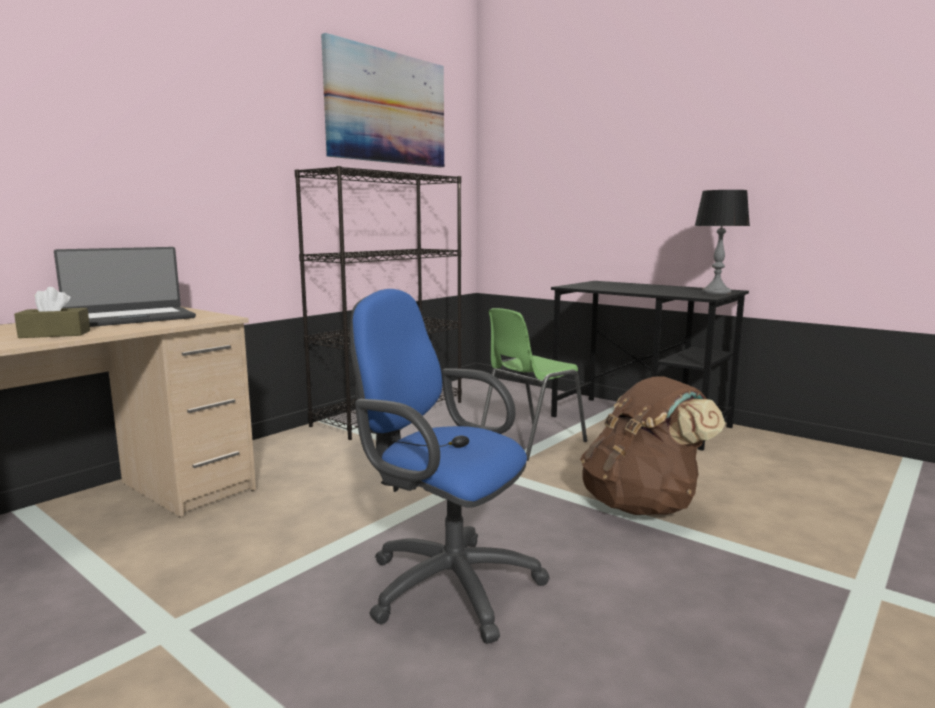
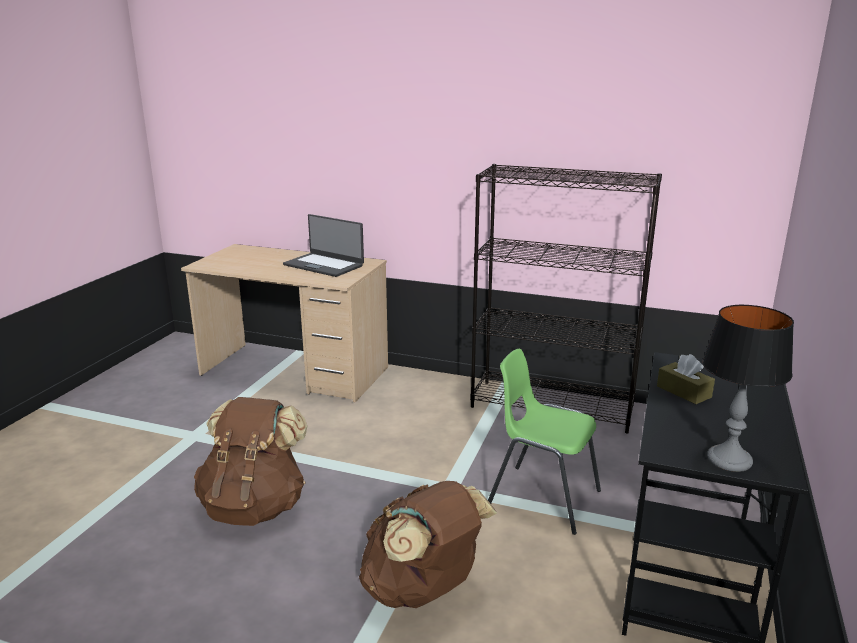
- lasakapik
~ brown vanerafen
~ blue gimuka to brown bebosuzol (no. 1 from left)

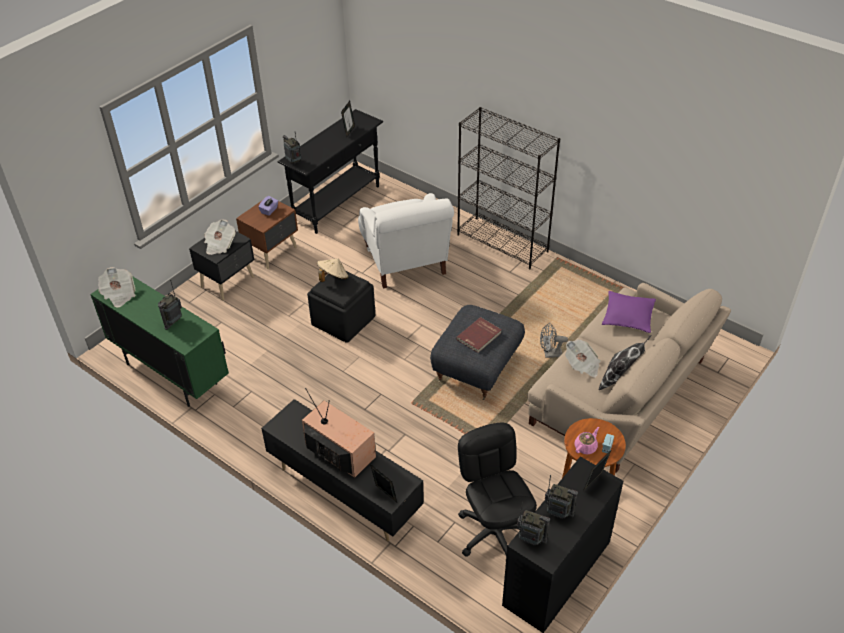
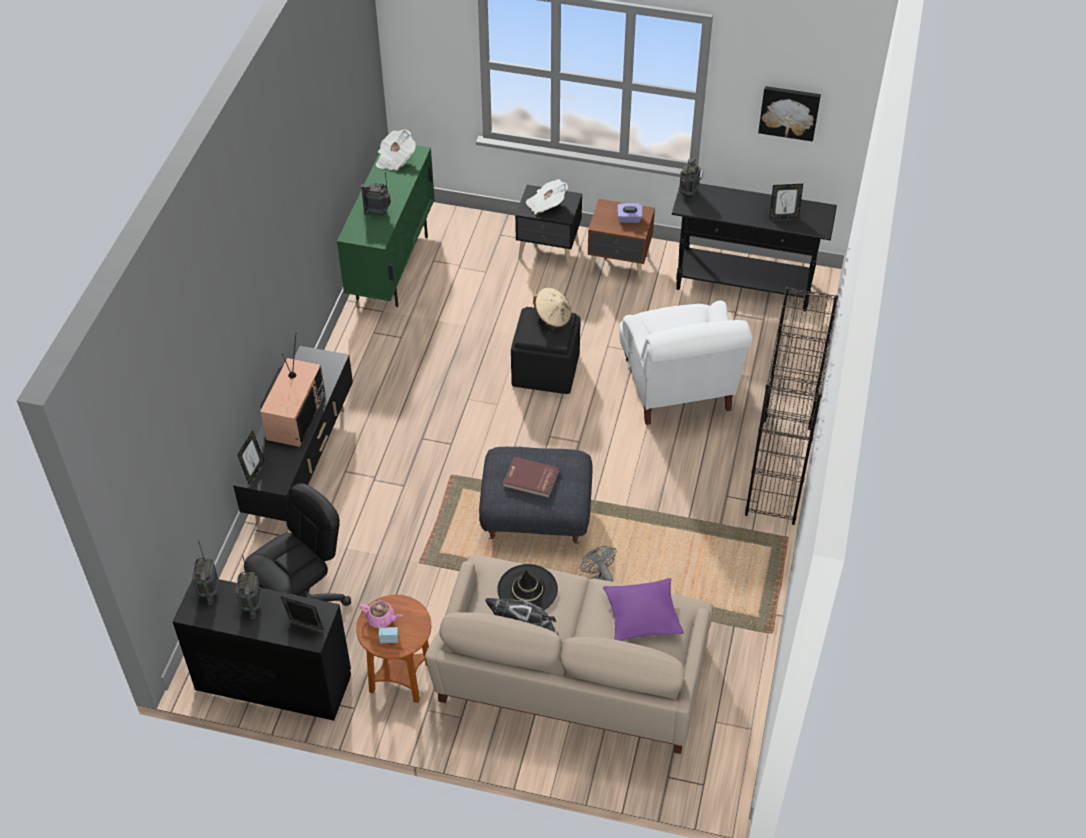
+ lasakapik
~ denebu (no. 3 from left) to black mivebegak
~ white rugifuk 60 degrees counterclockwise

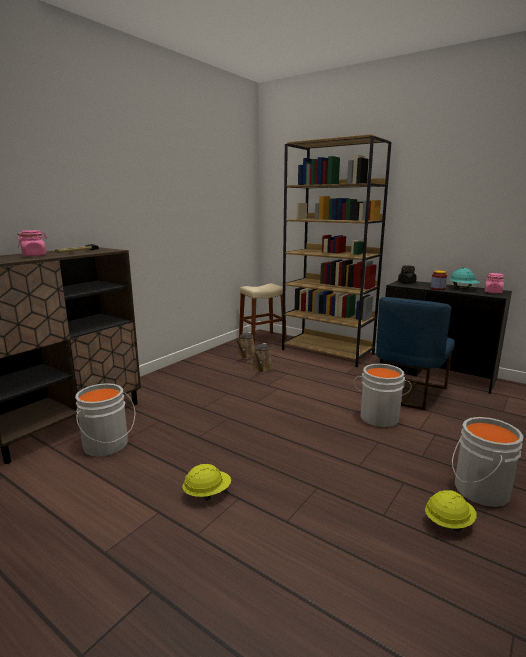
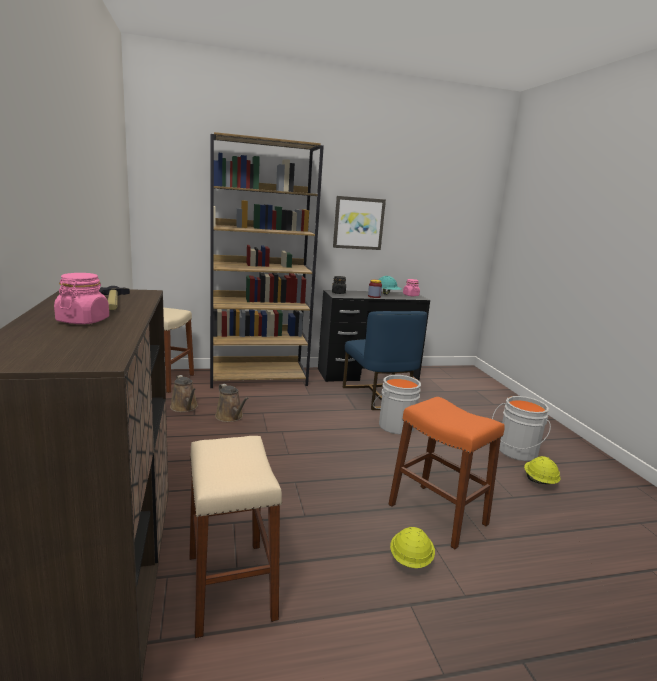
+ lasakapik
+ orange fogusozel
~ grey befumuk (no. 1 from left) to beige fogusozel (no. 2 from left)

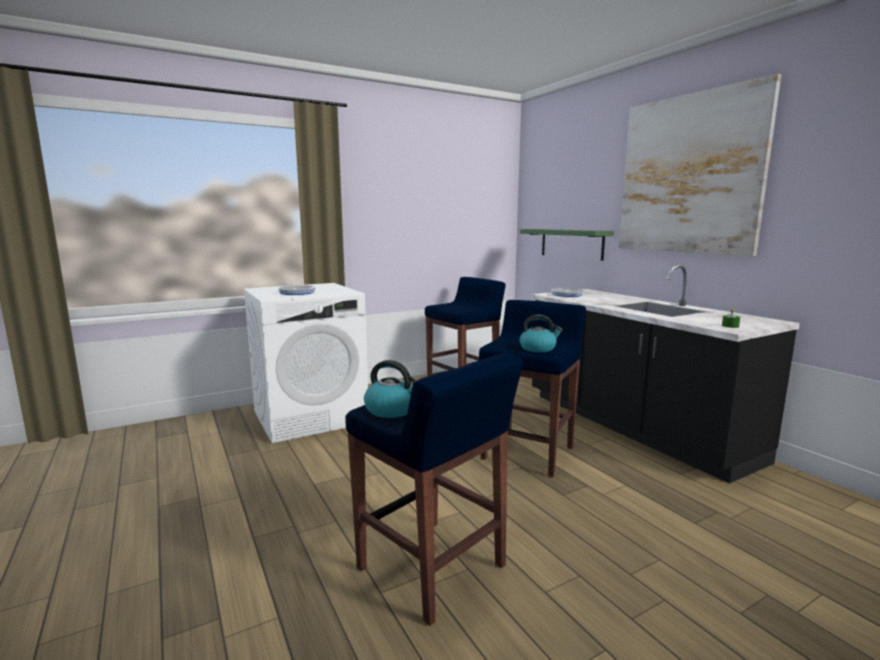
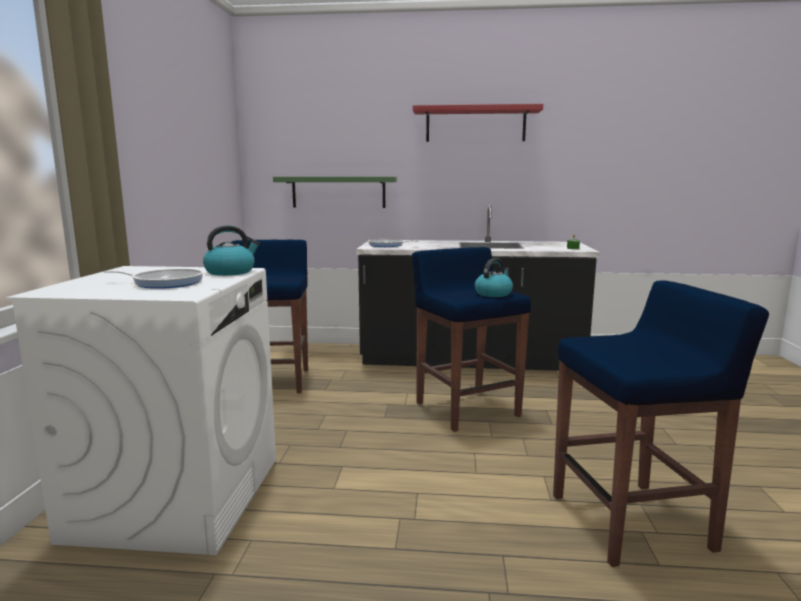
~ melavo (no. 1 from left)
~ lasakapik to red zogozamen

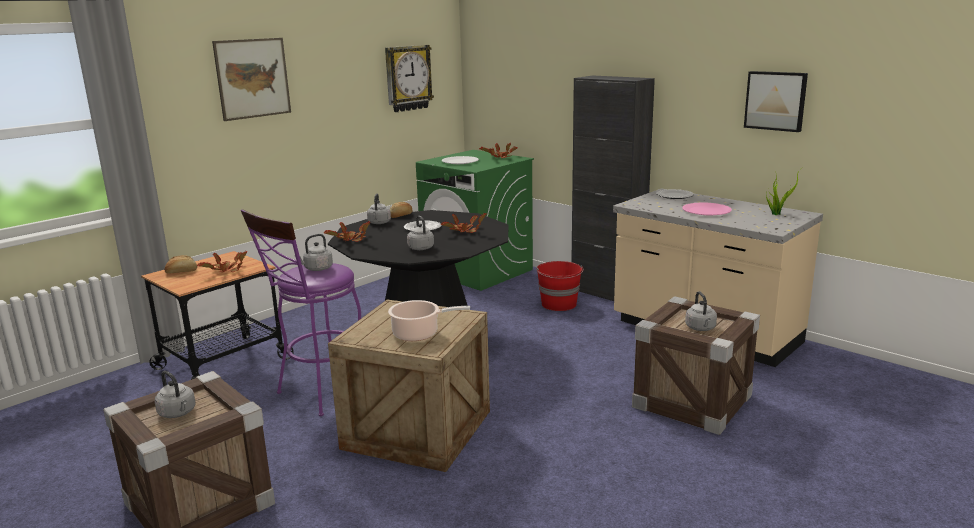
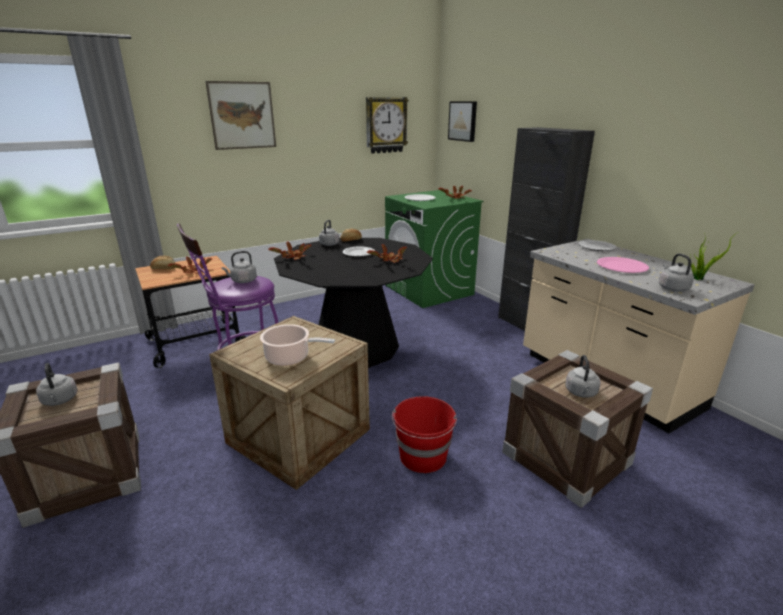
~ grey melavo (no. 4 from left in the first image) to grey melavo (no. 5 from left)
~ red befumuk
~ lasakapik (no. 2 from left)

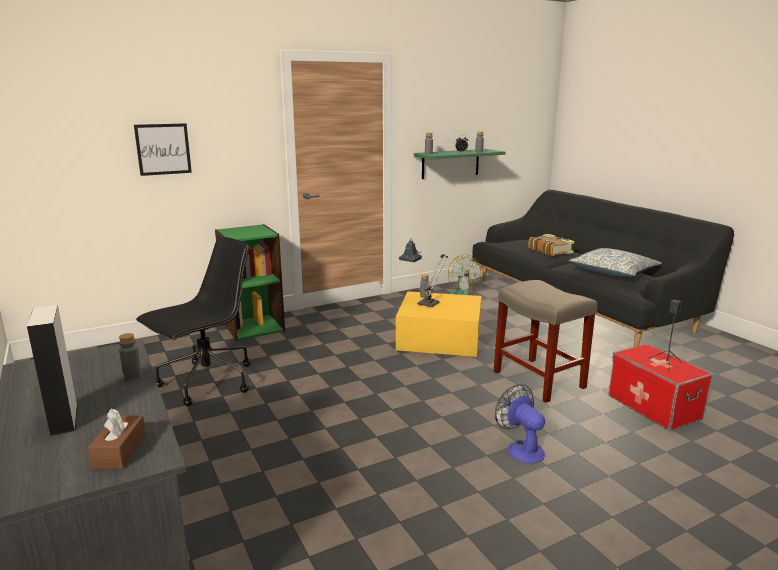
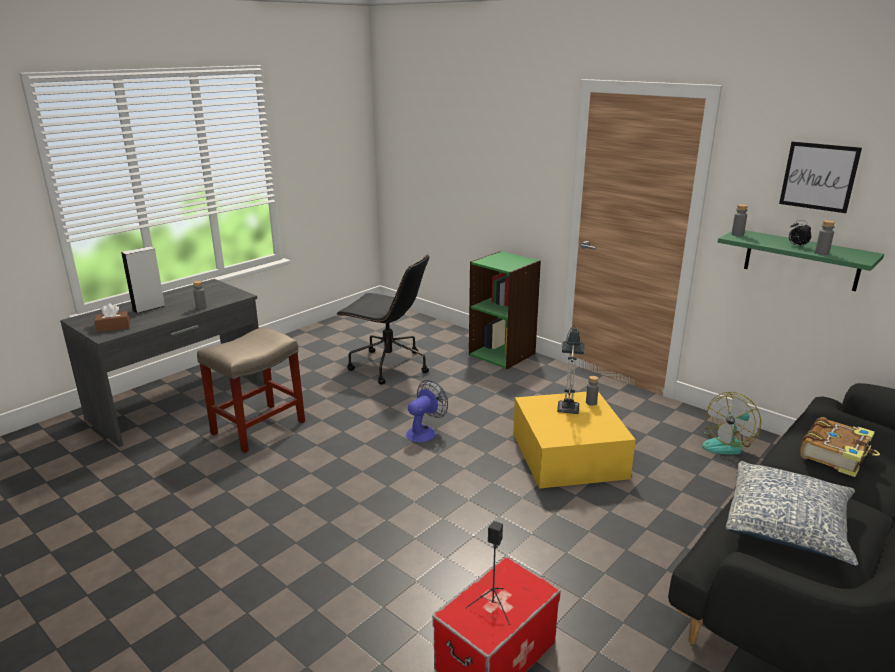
~ lasakapik
~ beige fogusozel
~ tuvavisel (no. 2 from left in the first image) to tuvavisel (no. 1 from left)

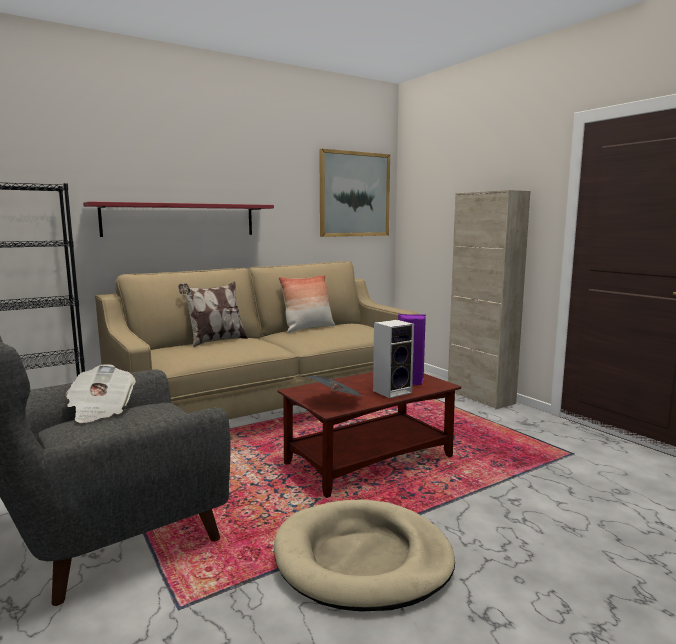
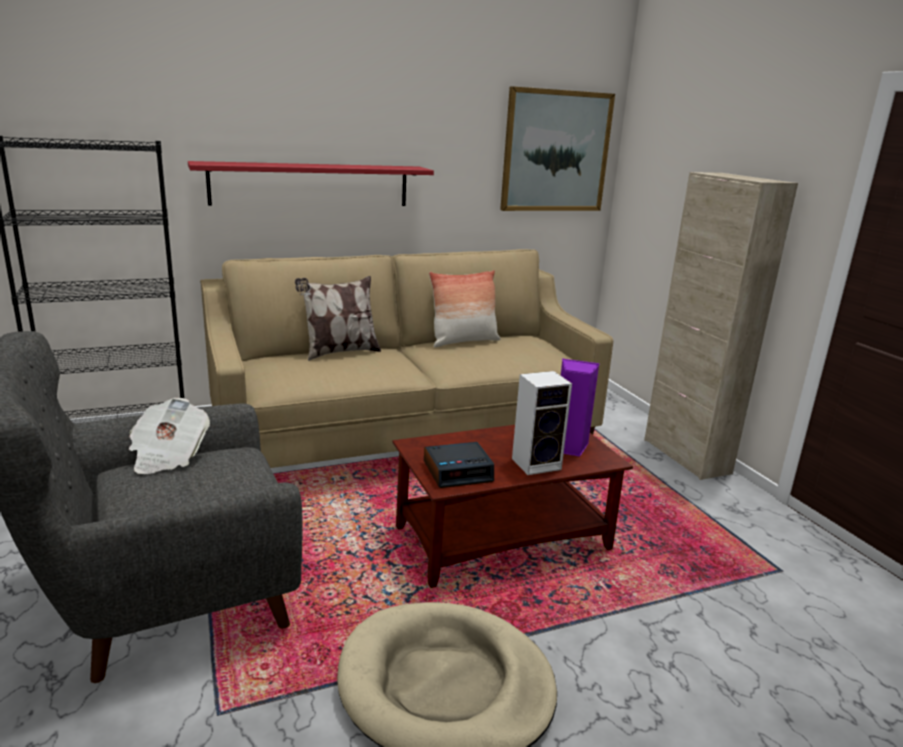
~ denebu (no. 2 from left) to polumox

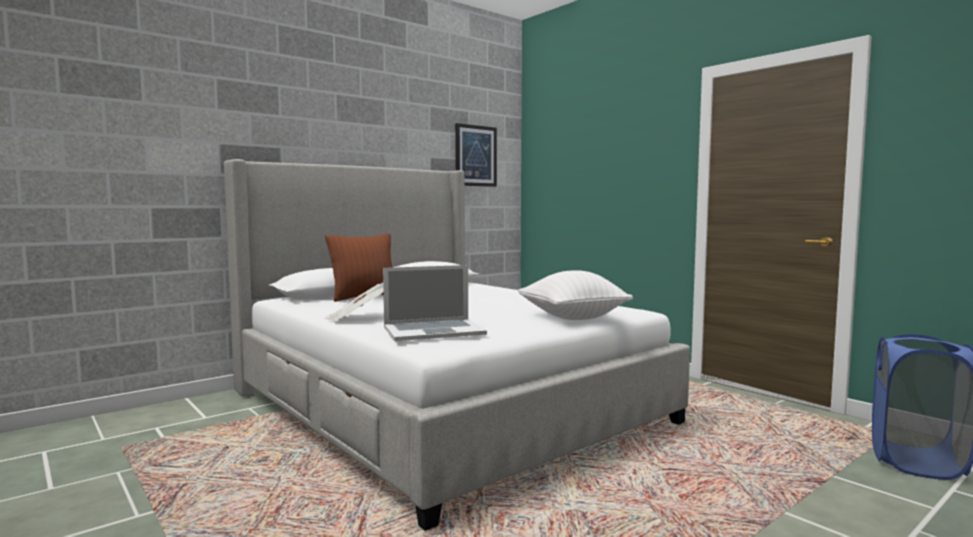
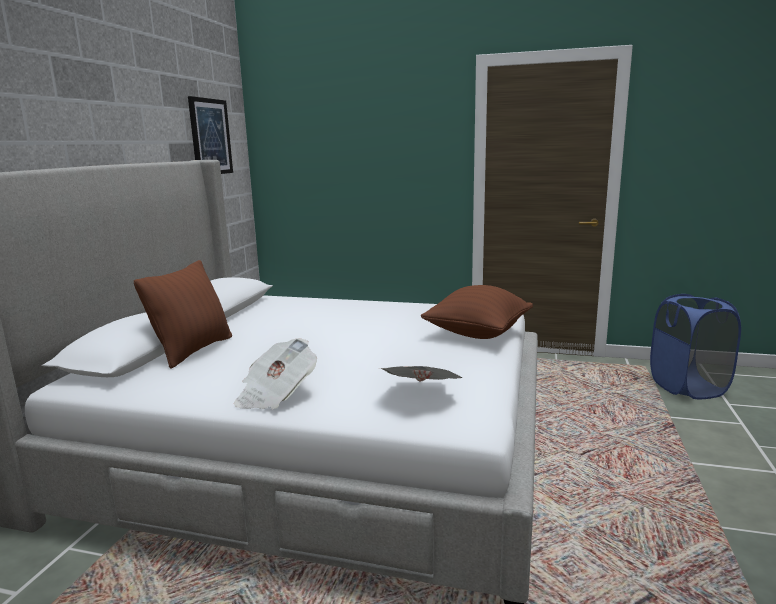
~ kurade to denebu (no. 2 from left)
~ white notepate to brown notepate (no. 2 from left)

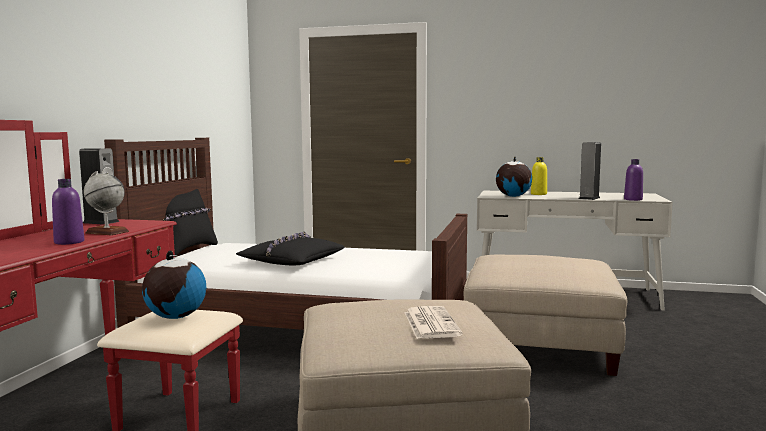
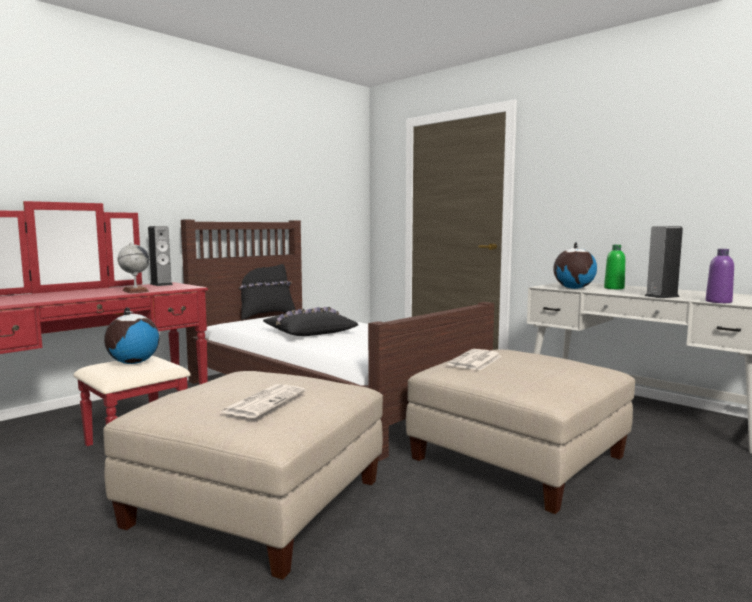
- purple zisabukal (no. 1 from left)
+ denebu (no. 2 from left)
~ yellow zisabukal to green zisabukal

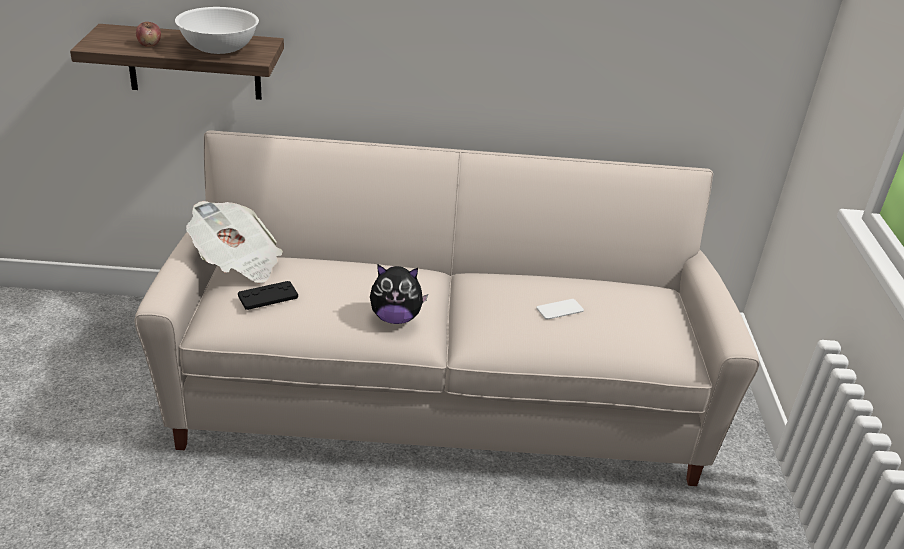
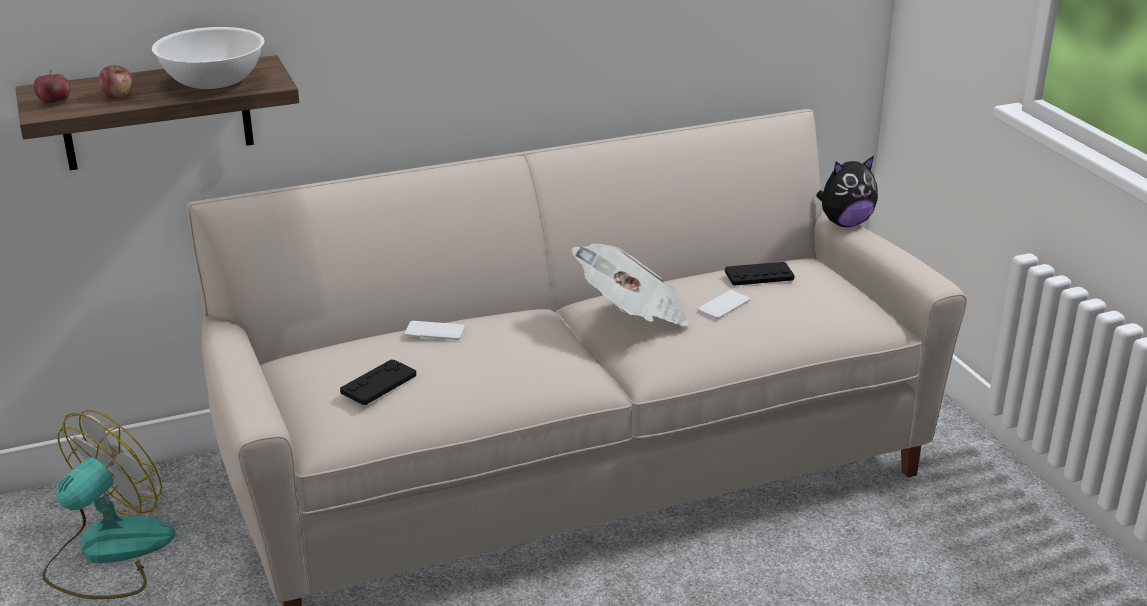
+ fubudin (no. 1 from left)
+ tuvavisel
+ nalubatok (no. 1 from left)
+ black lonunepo (no. 2 from left)
~ denebu
~ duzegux

